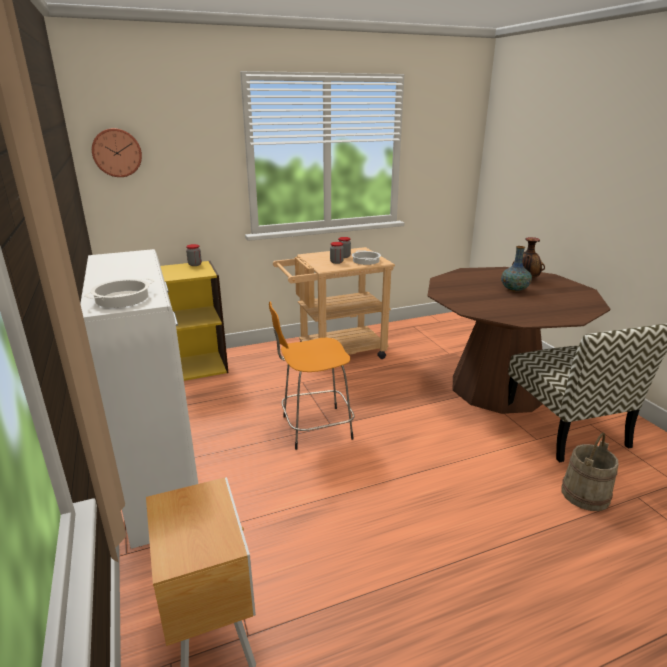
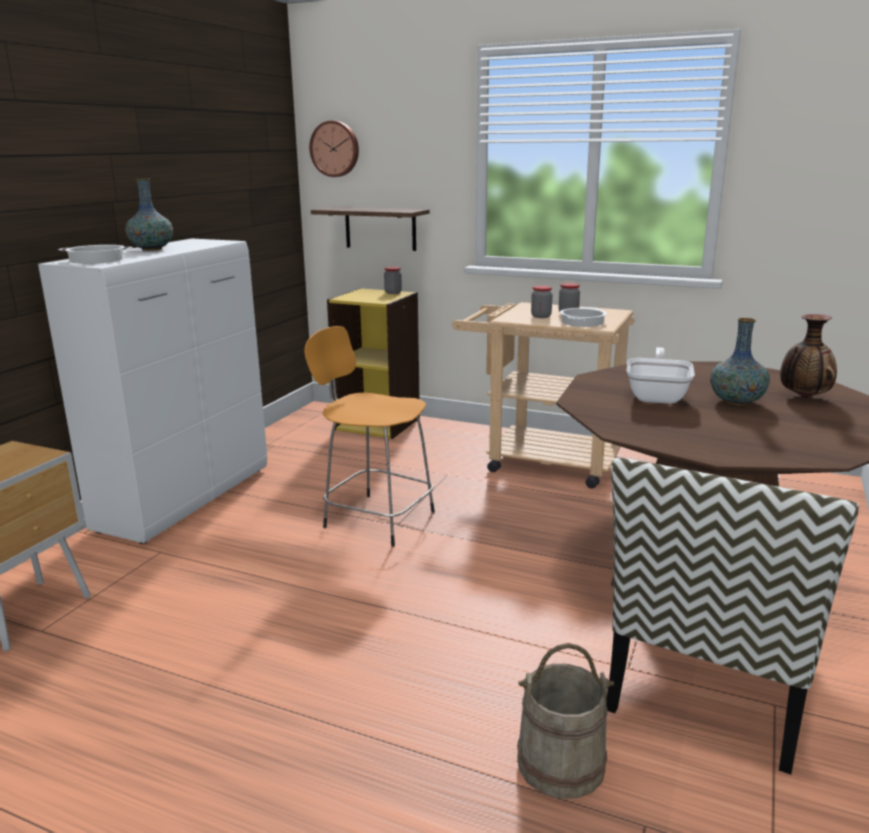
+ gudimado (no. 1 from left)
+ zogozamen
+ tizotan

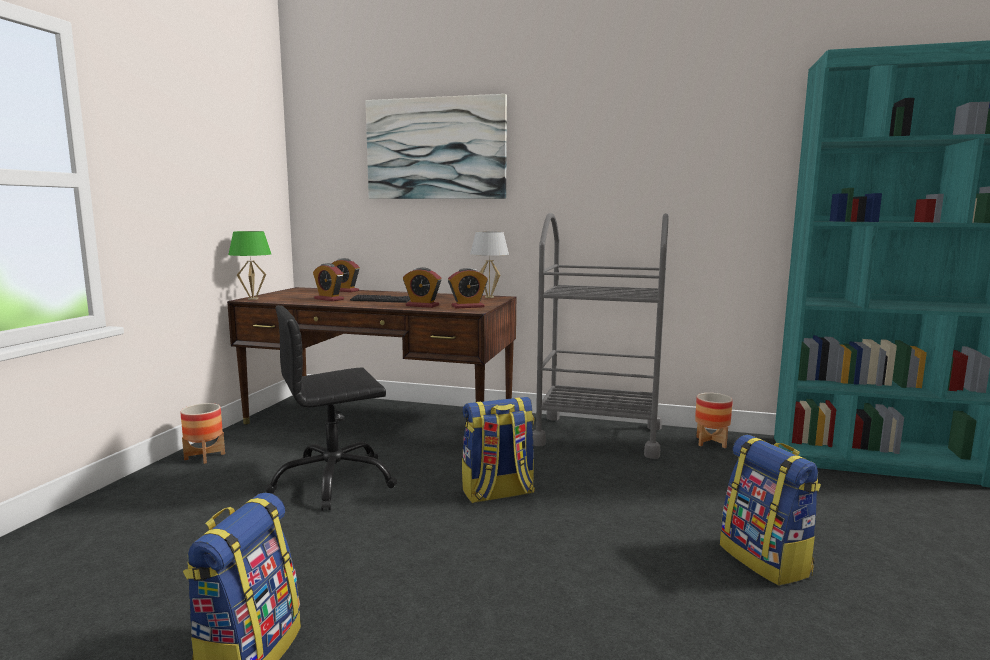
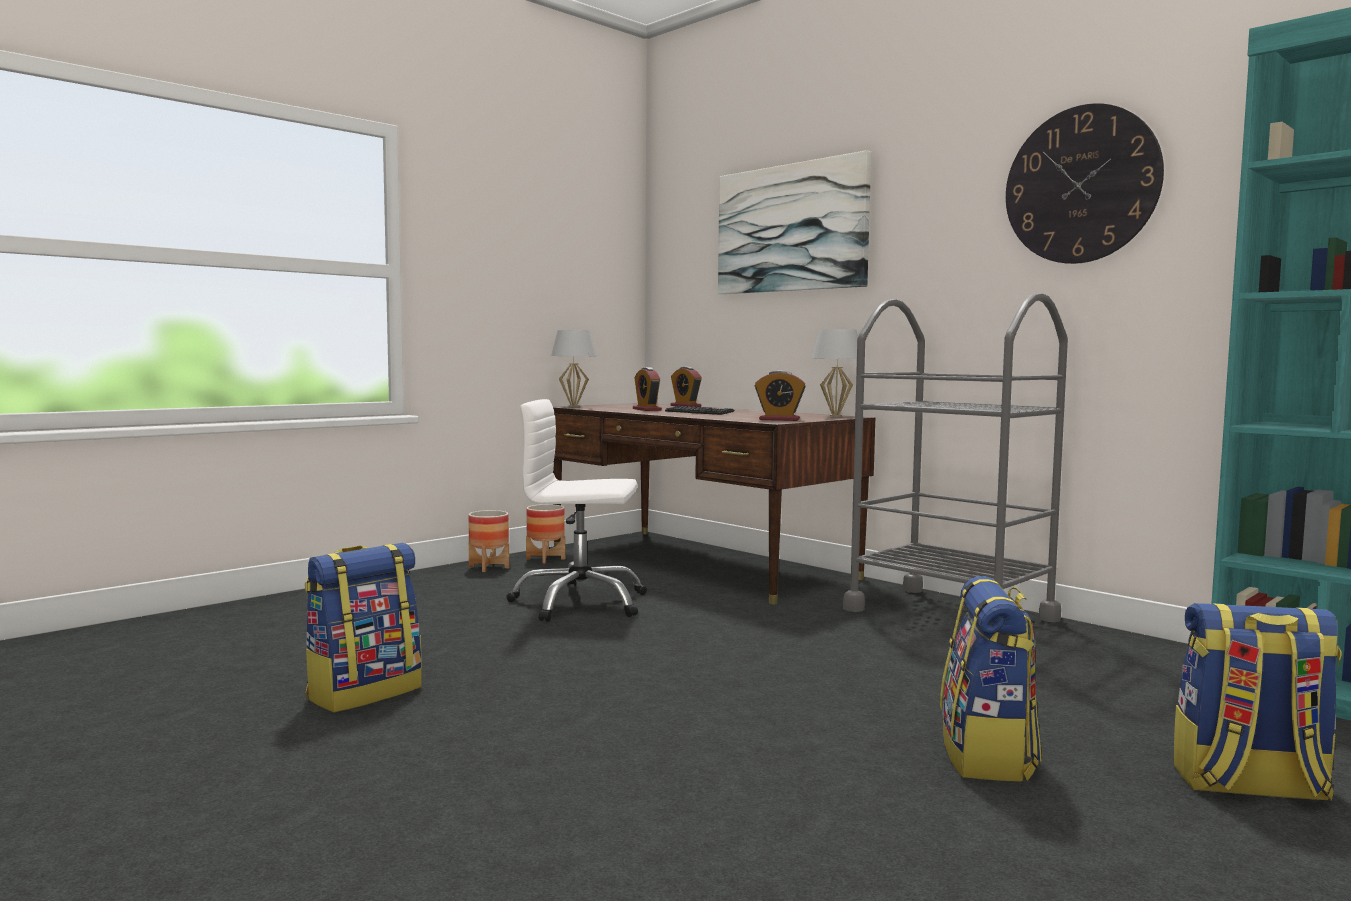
- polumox (no. 3 from left)
+ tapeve
~ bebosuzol (no. 2 from left in the first image) to bebosuzol (no. 3 from left)
~ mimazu (no. 2 from left)
~ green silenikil to white silenikil (no. 1 from left)
~ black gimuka to white gimuka

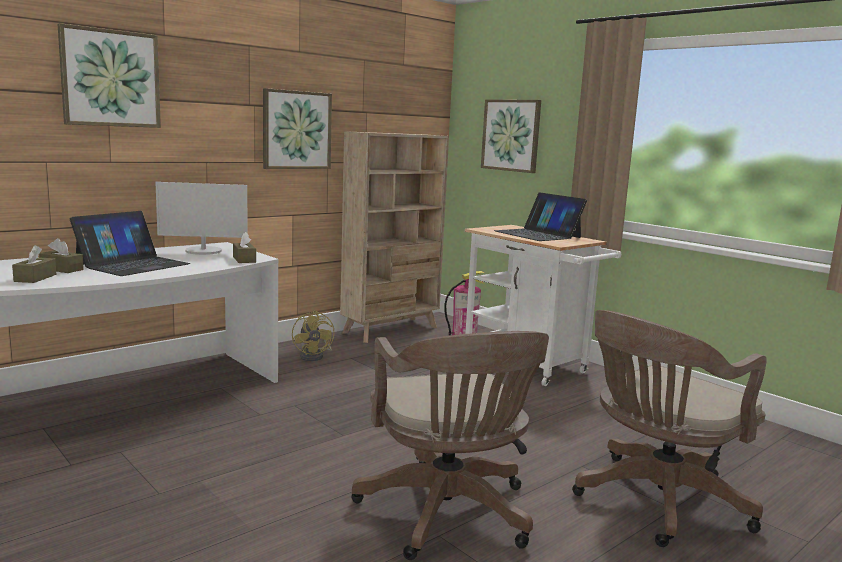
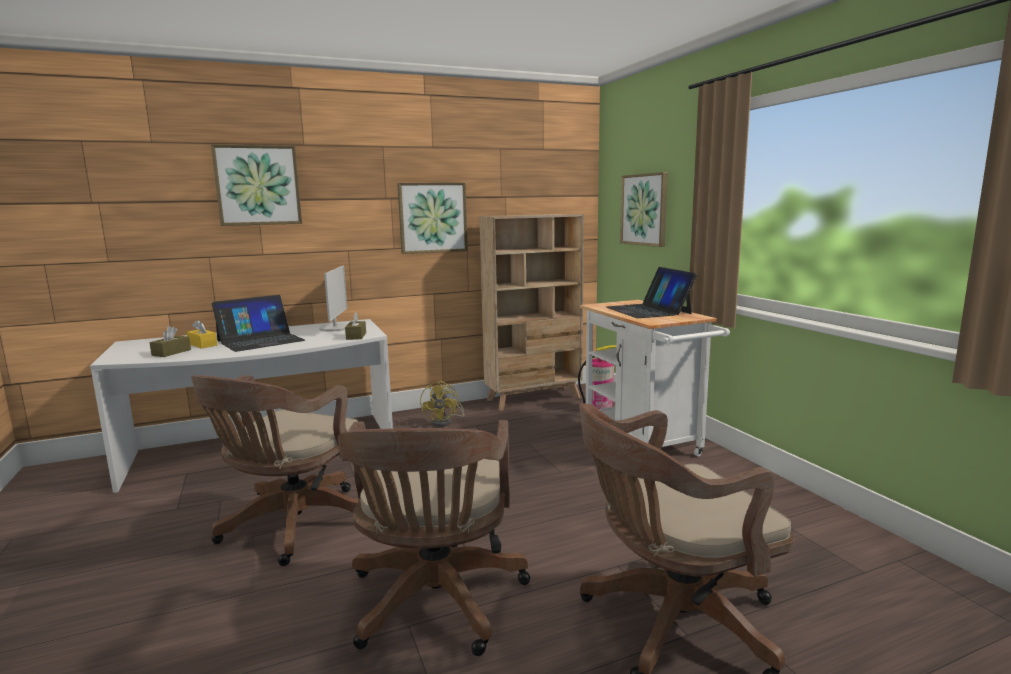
+ brown gimuka (no. 1 from left)
~ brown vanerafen (no. 2 from left) to yellow vanerafen
~ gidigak 105 degrees counterclockwise

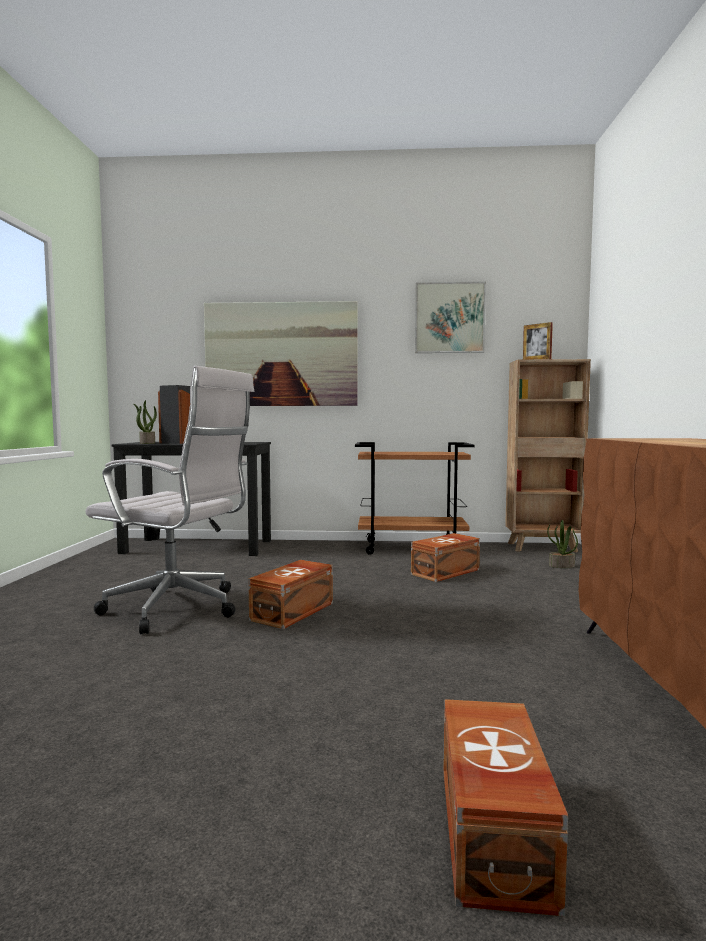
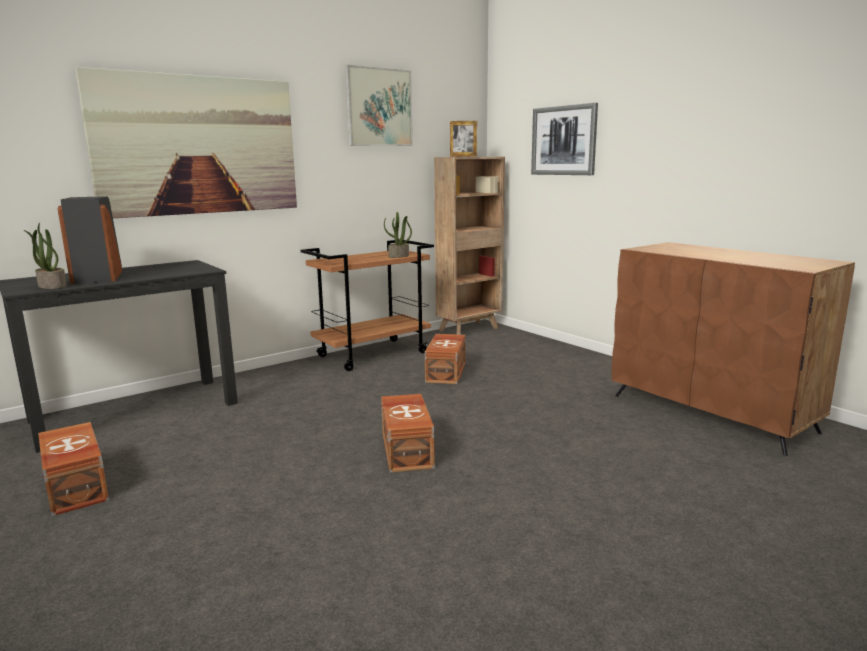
- white gimuka
+ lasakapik (no. 3 from left)
~ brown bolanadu (no. 3 from left in the first image) to brown bolanadu (no. 1 from left)
~ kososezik (no. 2 from left)

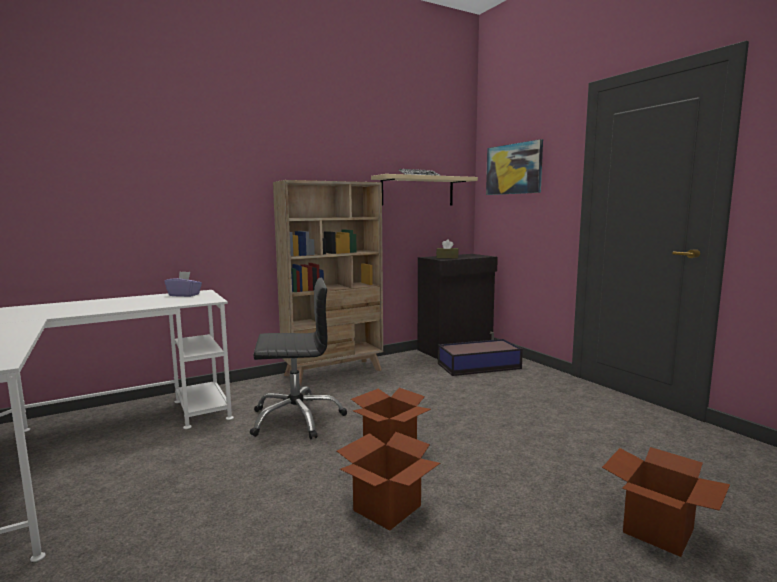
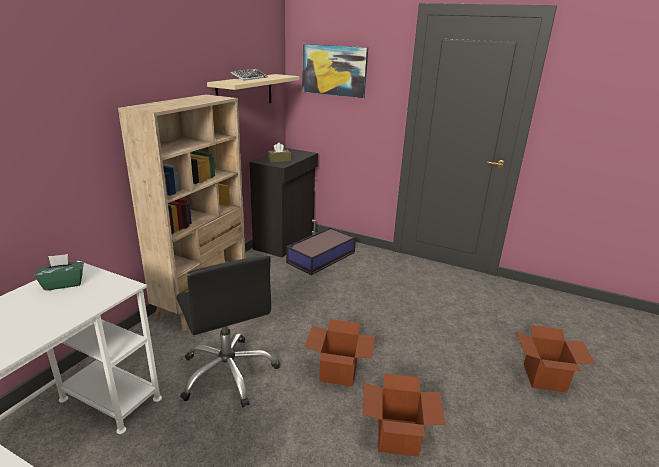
~ purple vanerafen to green vanerafen
~ black gimuka 105 degrees clockwise

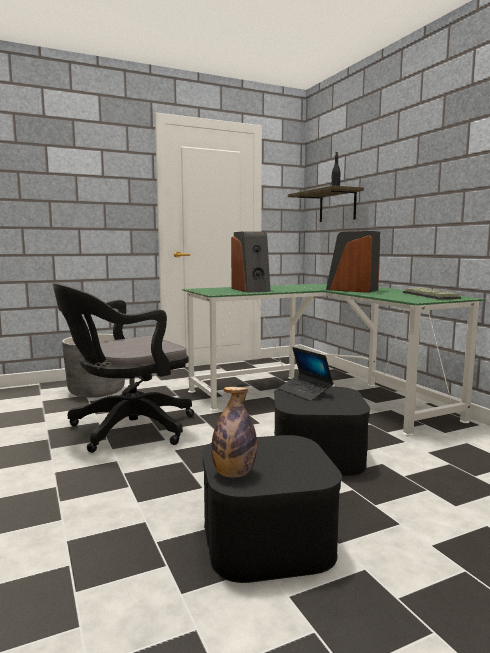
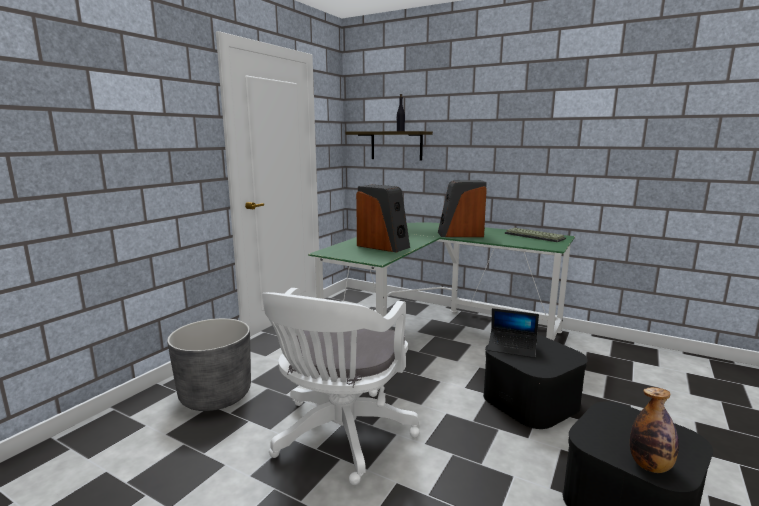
~ black gimuka to white gimuka

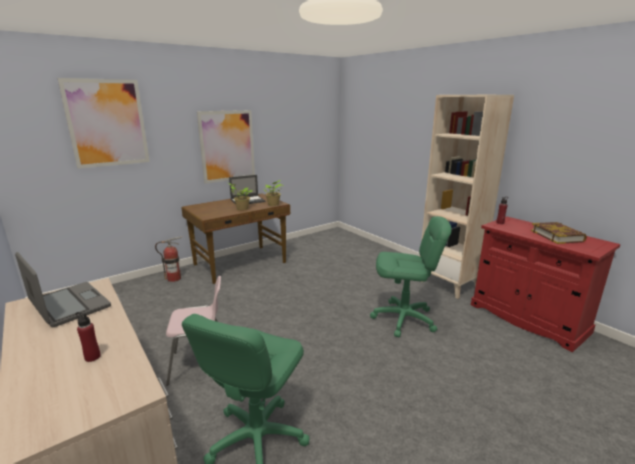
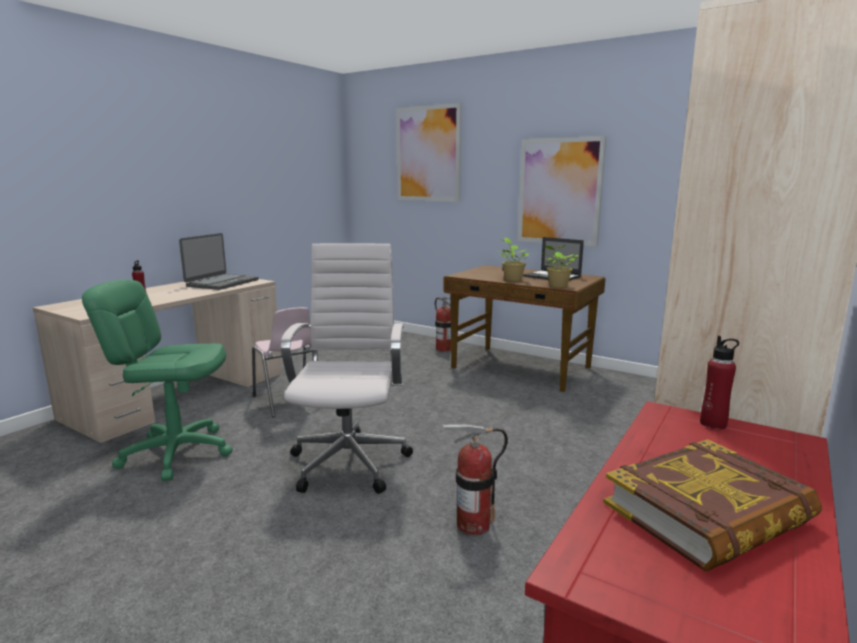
+ white gimuka
~ green gimuka (no. 2 from left) to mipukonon (no. 2 from left)

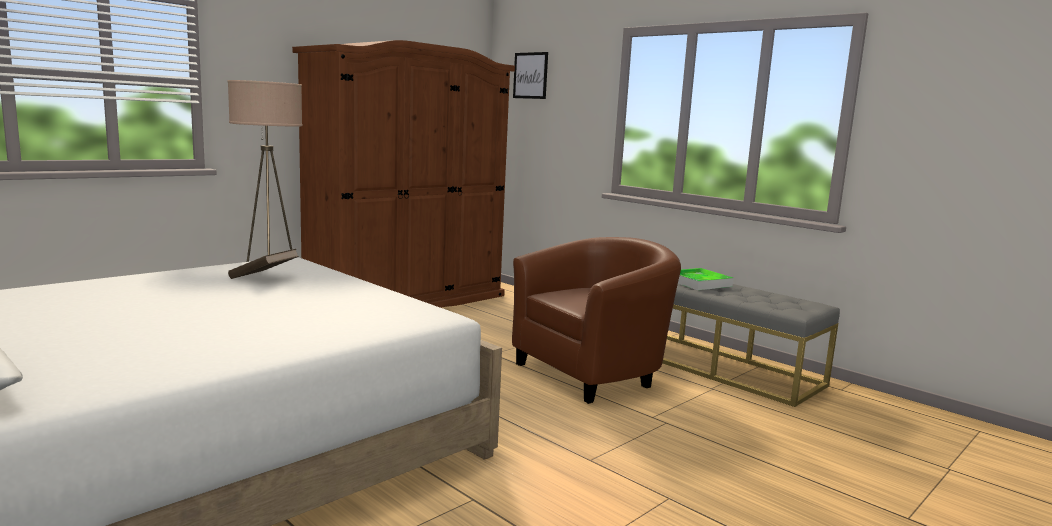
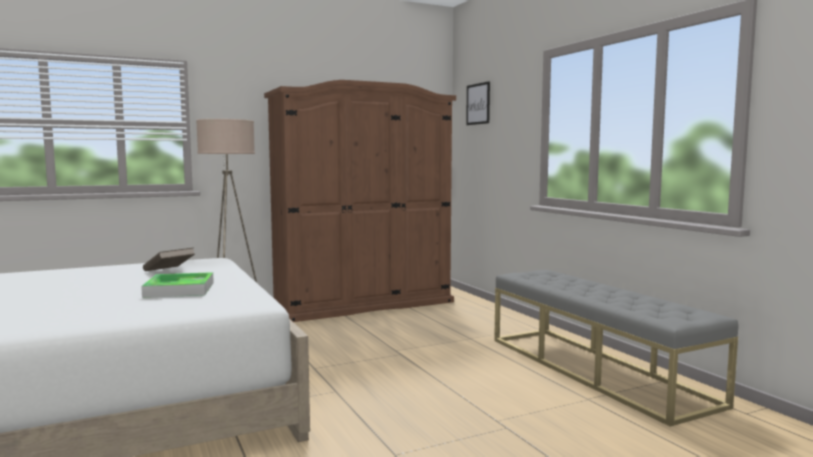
- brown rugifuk
~ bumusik

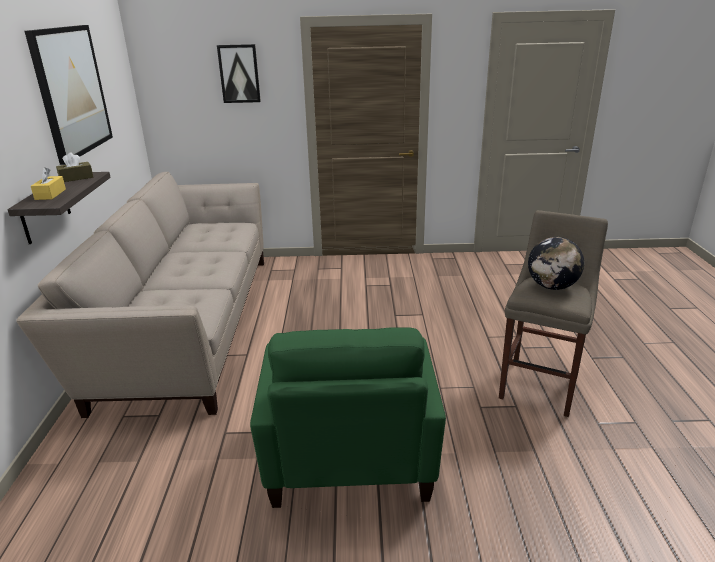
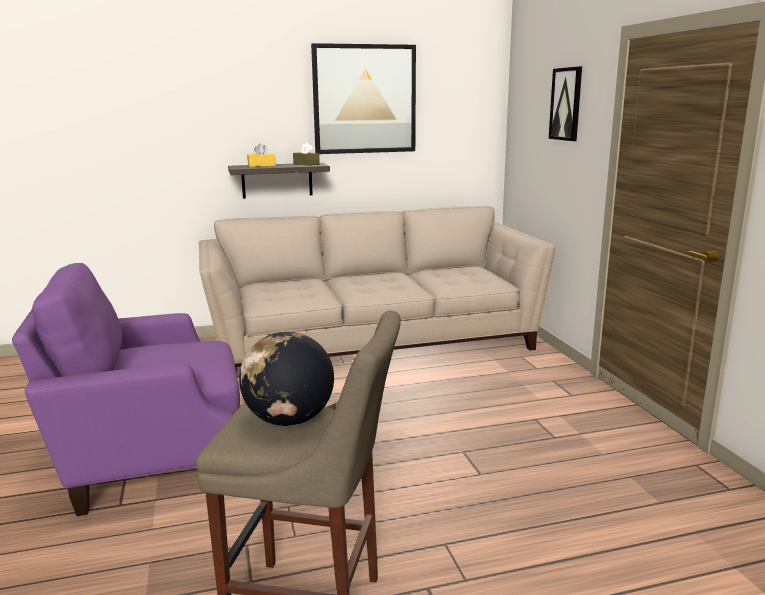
~ green rugifuk to purple rugifuk

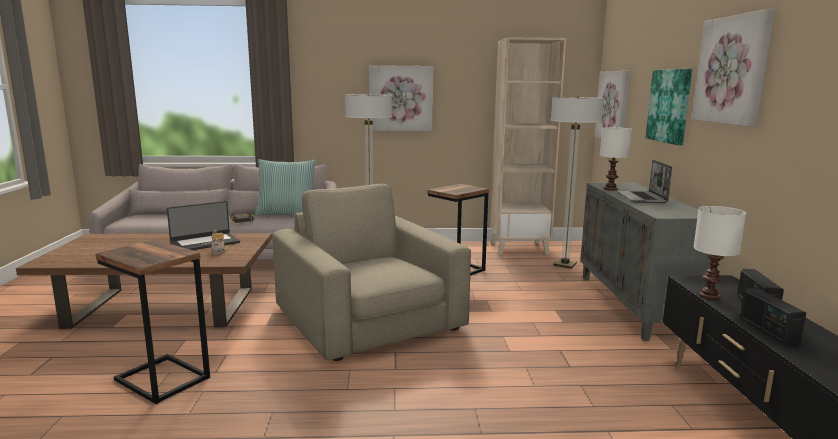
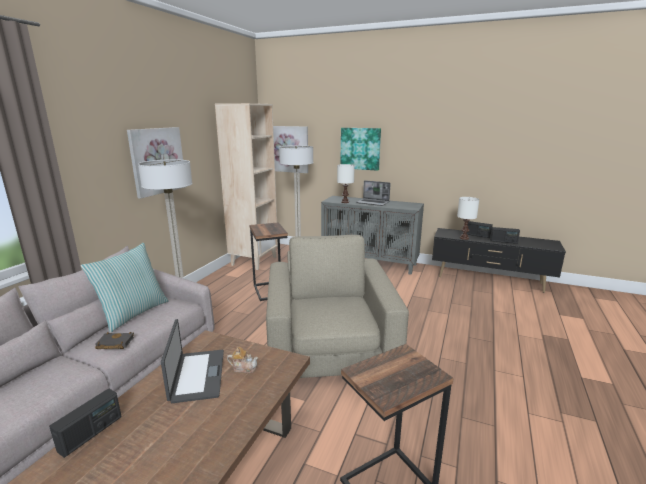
- lasakapik (no. 4 from left)
+ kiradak (no. 1 from left)
~ beige rugifuk 90 degrees clockwise

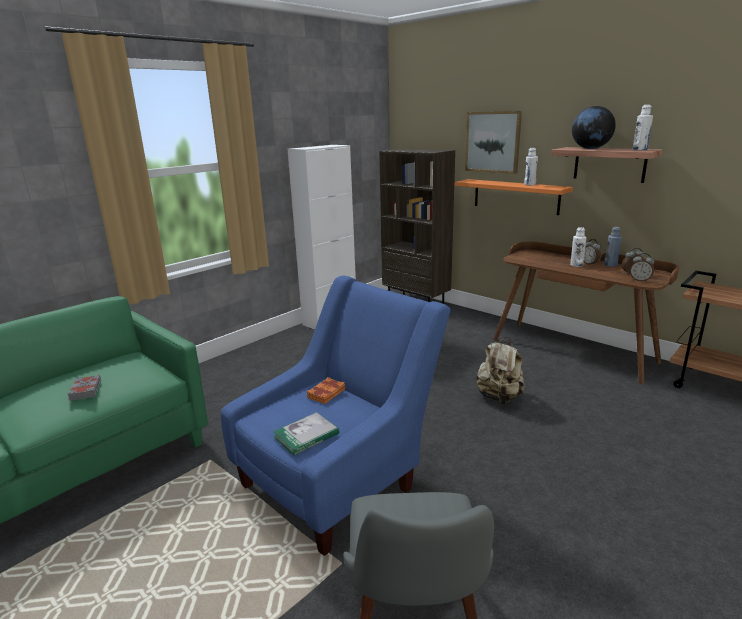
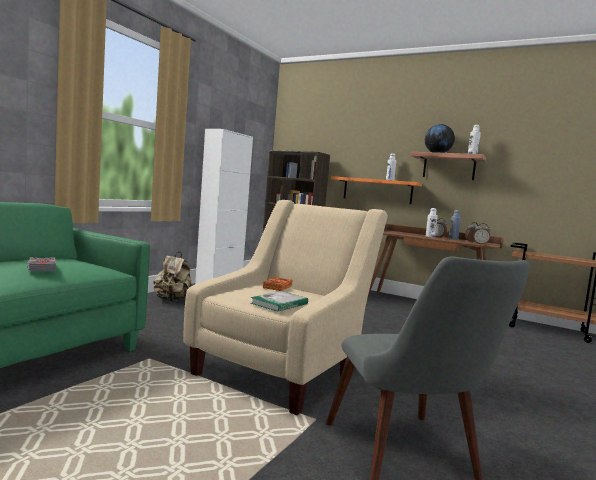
- lasakapik
~ beige bebosuzol
~ blue rugifuk to beige rugifuk

